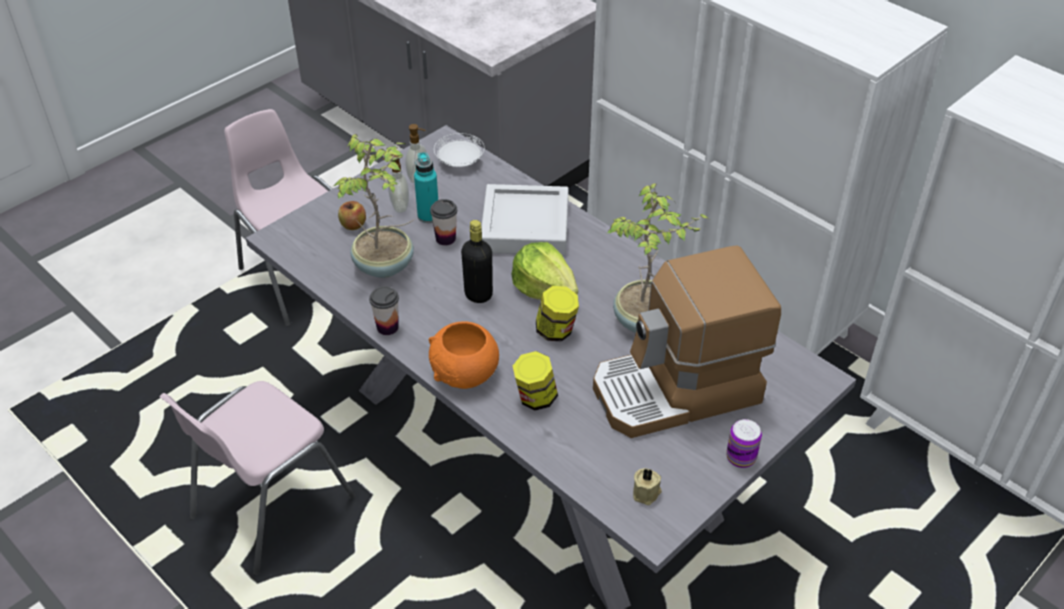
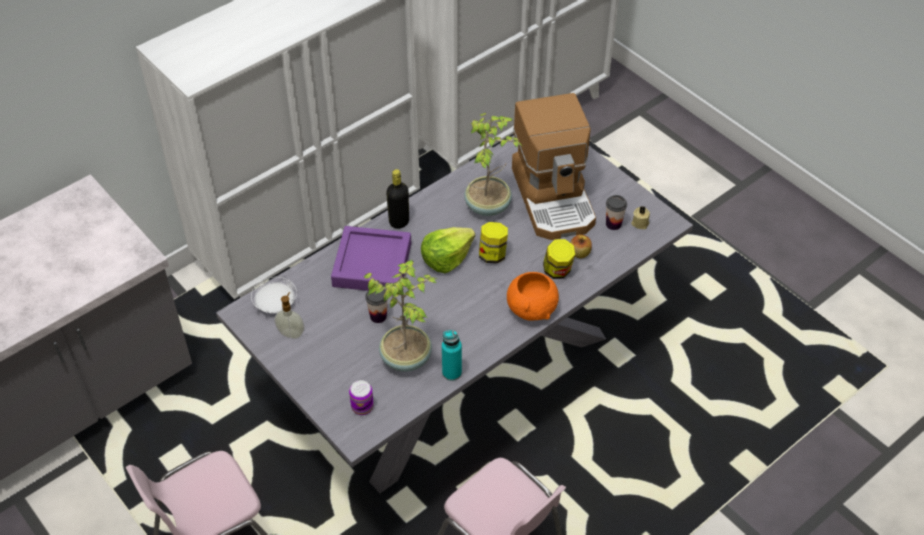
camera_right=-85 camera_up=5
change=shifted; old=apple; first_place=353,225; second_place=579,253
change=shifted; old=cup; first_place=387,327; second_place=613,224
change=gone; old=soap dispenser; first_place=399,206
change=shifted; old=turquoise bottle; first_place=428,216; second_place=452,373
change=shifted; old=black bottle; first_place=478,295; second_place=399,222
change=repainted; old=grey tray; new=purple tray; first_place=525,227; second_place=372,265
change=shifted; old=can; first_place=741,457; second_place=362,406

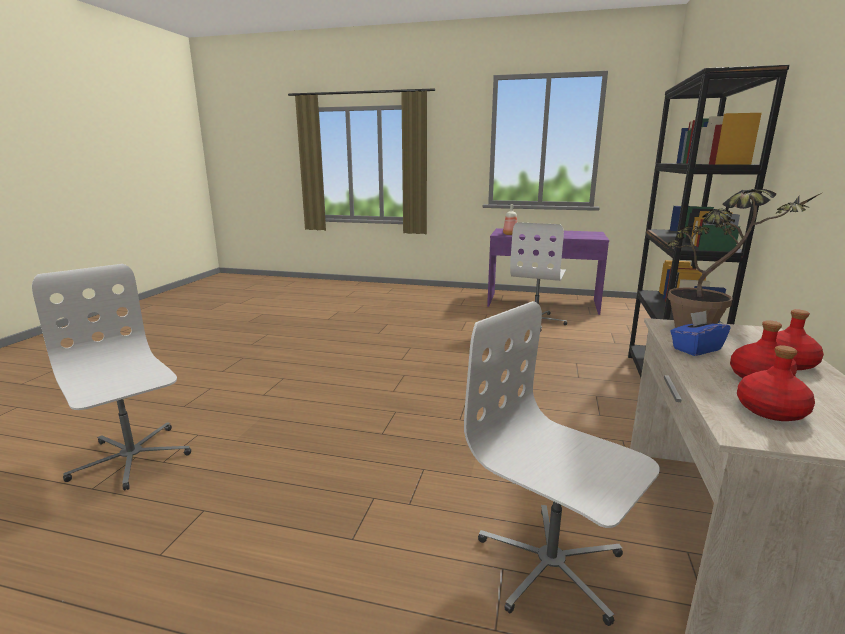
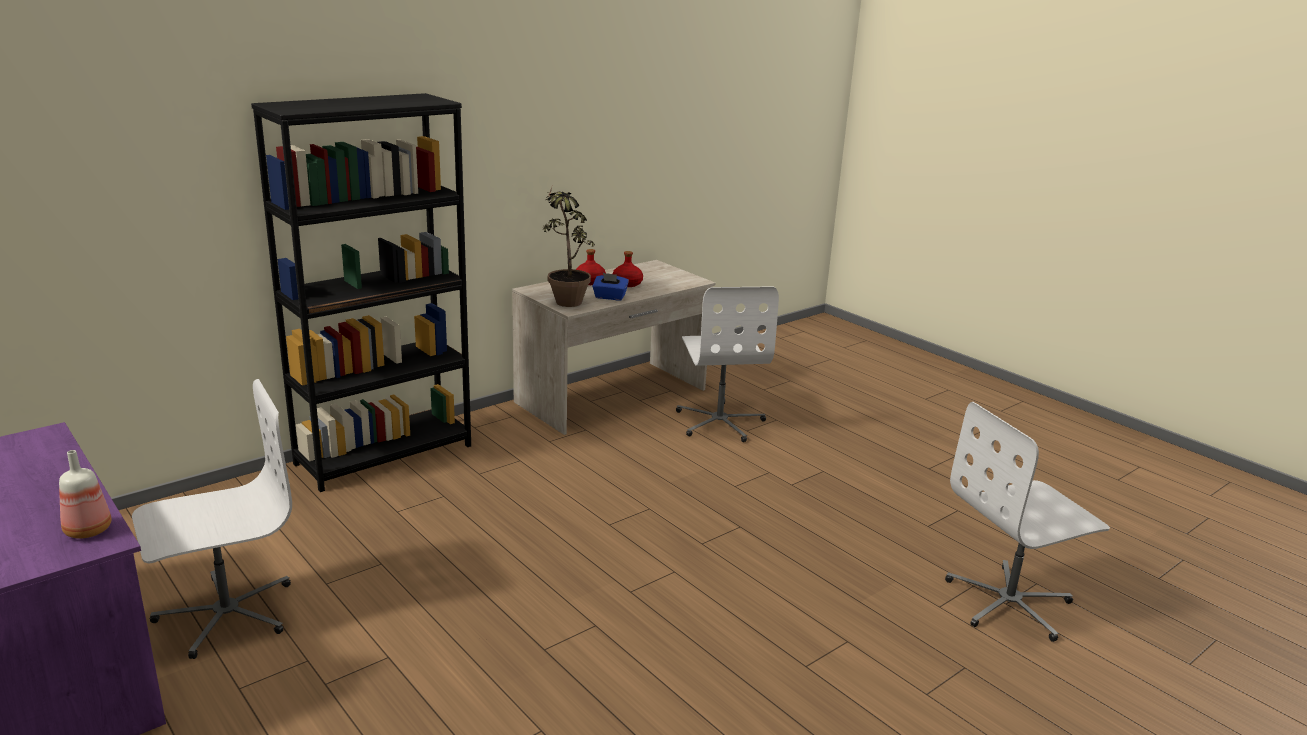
camera_right=-145 camera_up=5
change=rotated; old=white office chair; first_place=131,458; second_place=1010,603; degrees=75
change=gone; old=red bottle; first_place=771,410

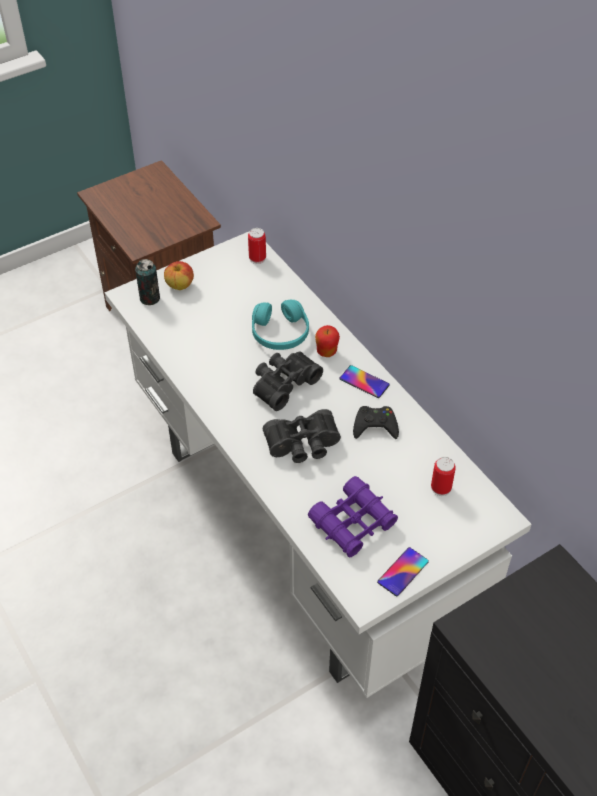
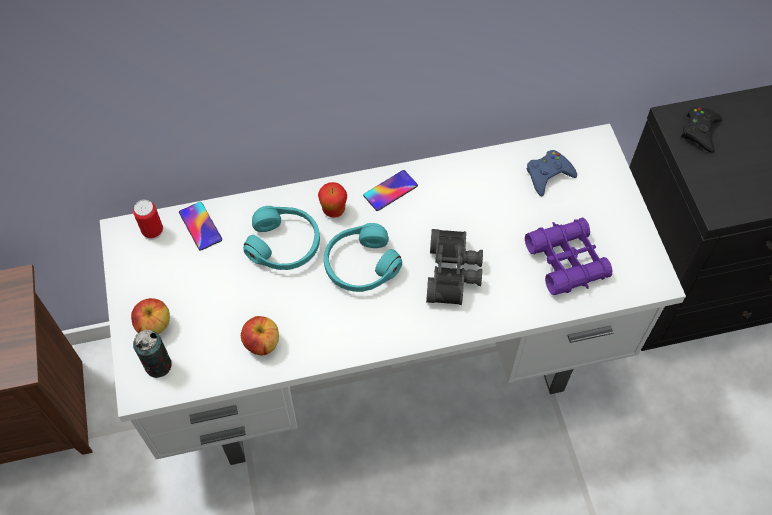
camera_right=-70 camera_up=10
change=swapped; old=black binoculars; new=turquoise headphones; first_place=283,383; second_place=361,265
change=shifted; old=black game controller; first_place=375,426; second_place=700,131
change=shifted; old=phone; first_place=403,572; second_place=200,226
change=swapped; old=can; new=blue game controller; first_place=441,488; second_place=548,175
change=new; new=apple; second_place=262,343

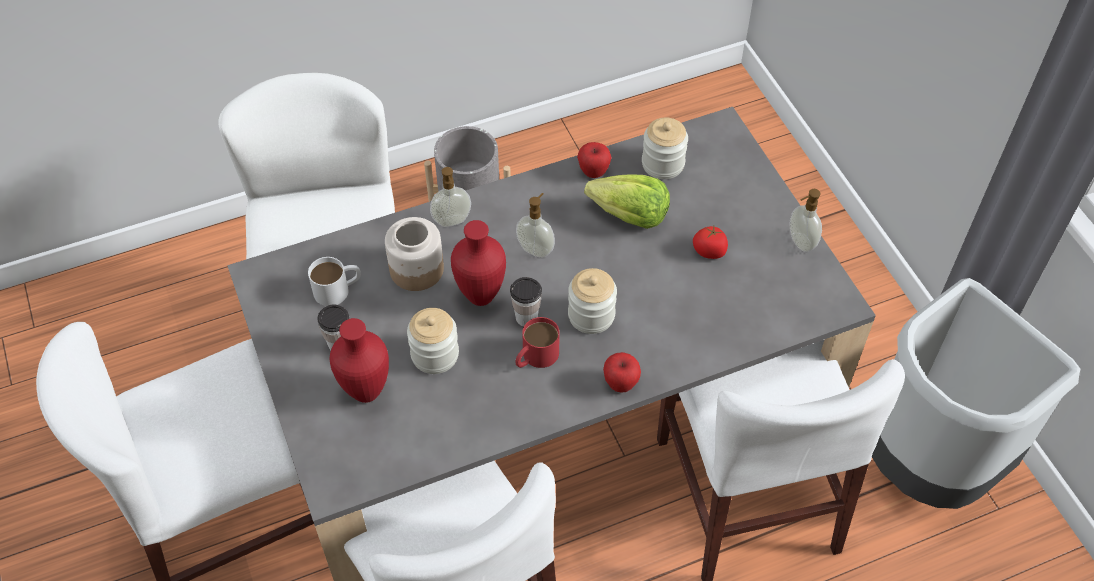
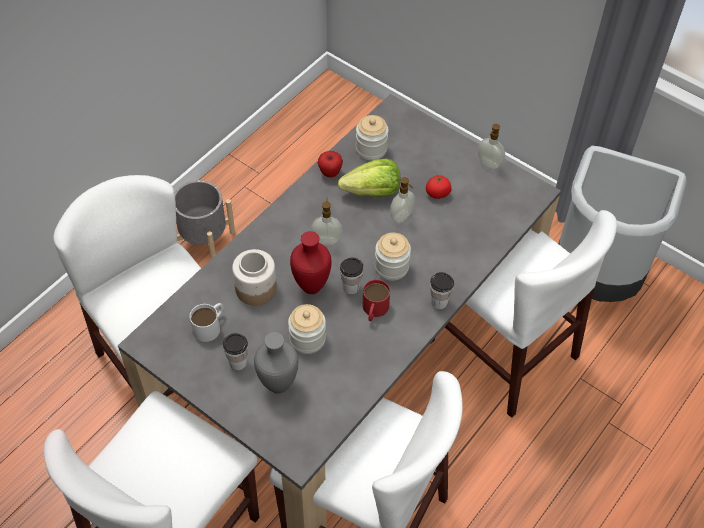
camera_right=-30 camera_up=0
change=repainted; old=red vase; new=grey vase; first_place=367,390; second_place=278,383
change=shifted; old=soap dispenser; first_place=452,221; second_place=402,217
change=swapped; old=apple; new=cup; first_place=620,383; second_place=439,302

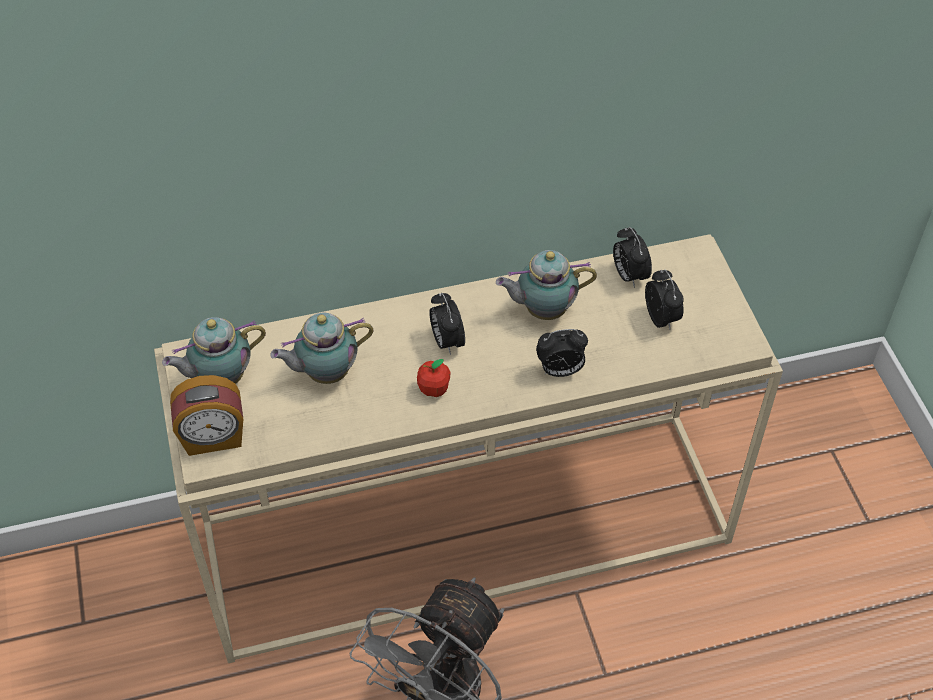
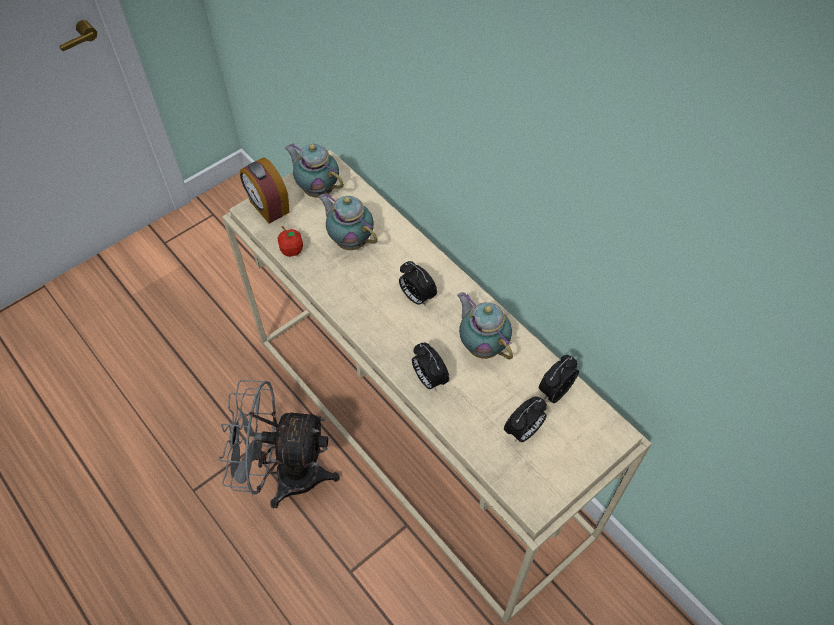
camera_right=65 camera_up=5
change=shifted; old=apple; first_place=434,389; second_place=292,251
change=rotated; old=alarm clock; first_place=446,341; second_place=416,297; degrees=-90

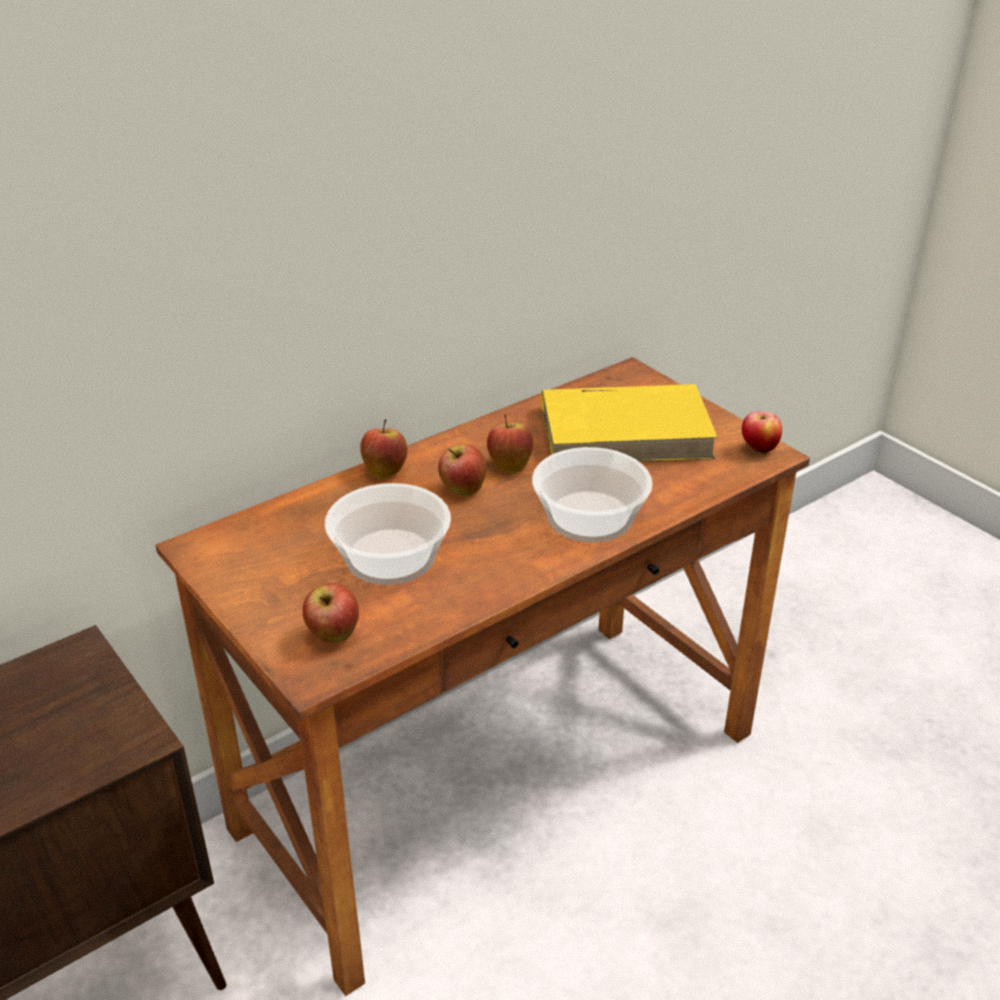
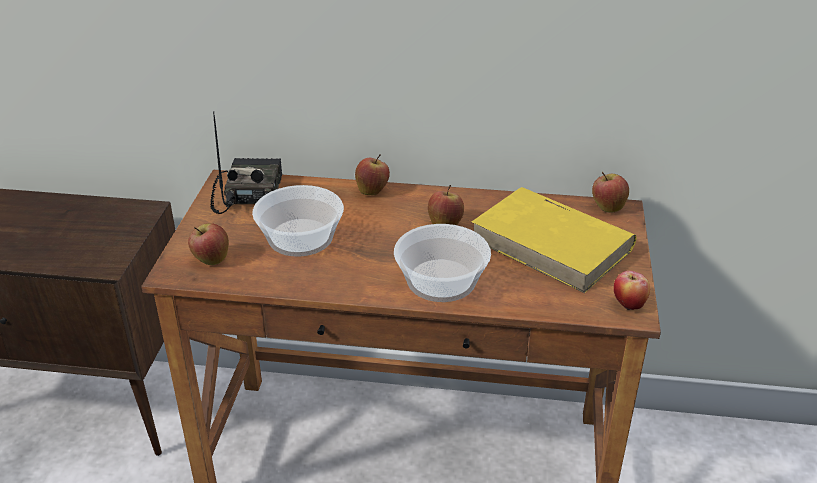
camera_right=45 camera_up=0
change=shifted; old=apple; first_place=462,490; second_place=607,208
change=new; new=radio; second_place=248,193

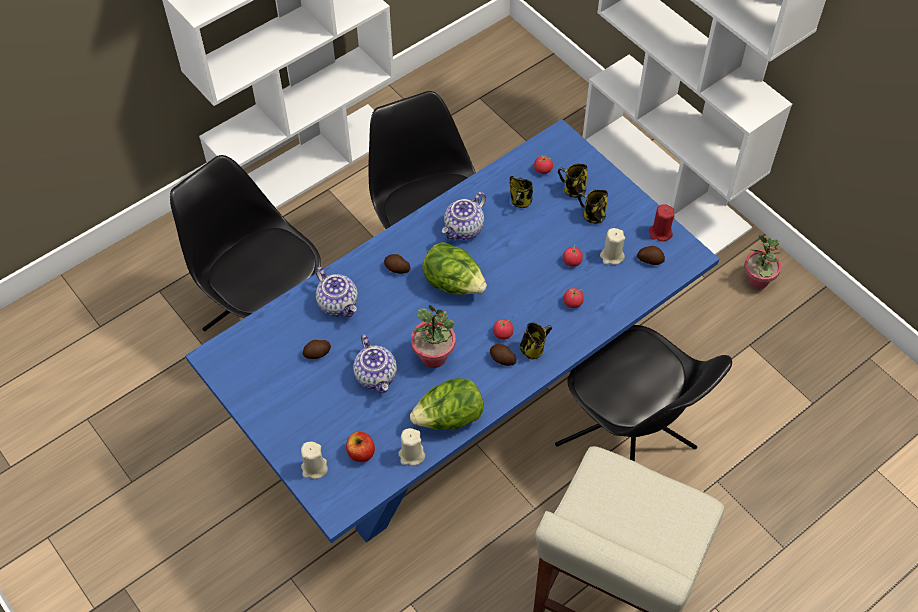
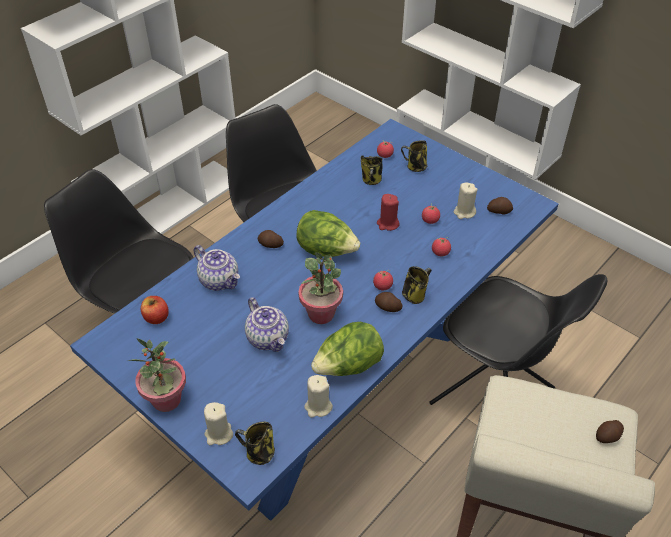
camera_right=-10 camera_up=-10
change=shifted; old=potato; first_place=317,353; second_place=608,436
change=shifted; old=apple; first_place=361,453; second_place=156,317
change=gone; old=teapot; first_place=464,229
change=shifted; old=mug; first_place=592,215; second_place=258,453
change=shifted; old=red candle; first_place=660,232; second_place=388,224
change=shifted; old=potted plant; first_place=757,281; second_place=166,400

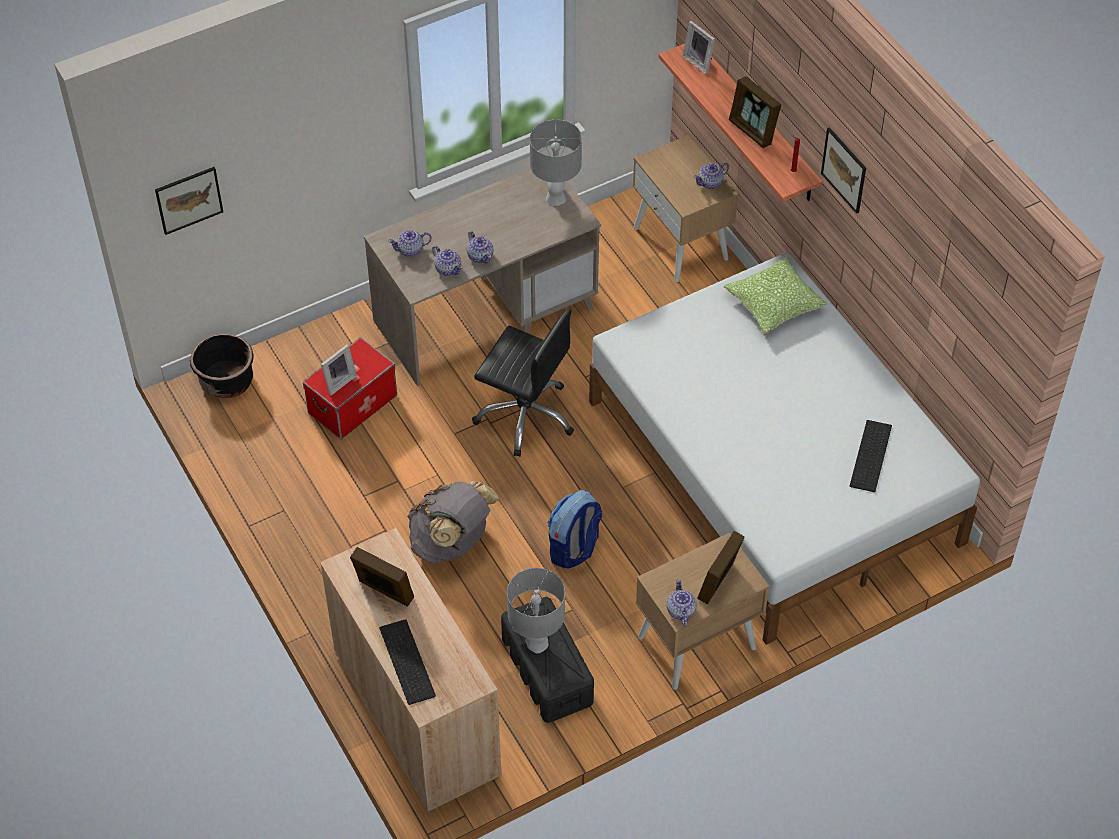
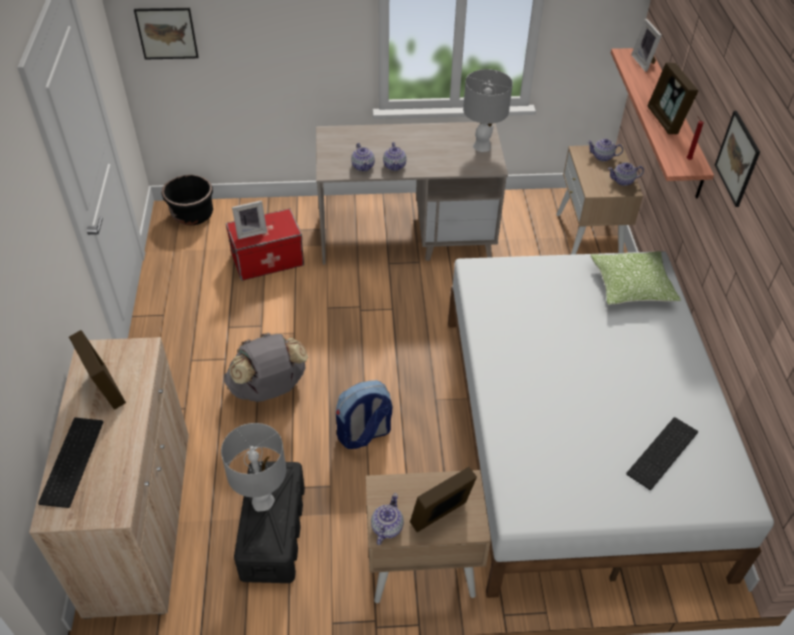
camera_right=25 camera_up=-5
change=shifted; old=teapot; first_place=411,250; second_place=602,157
change=gone; old=black office chair; first_place=525,415

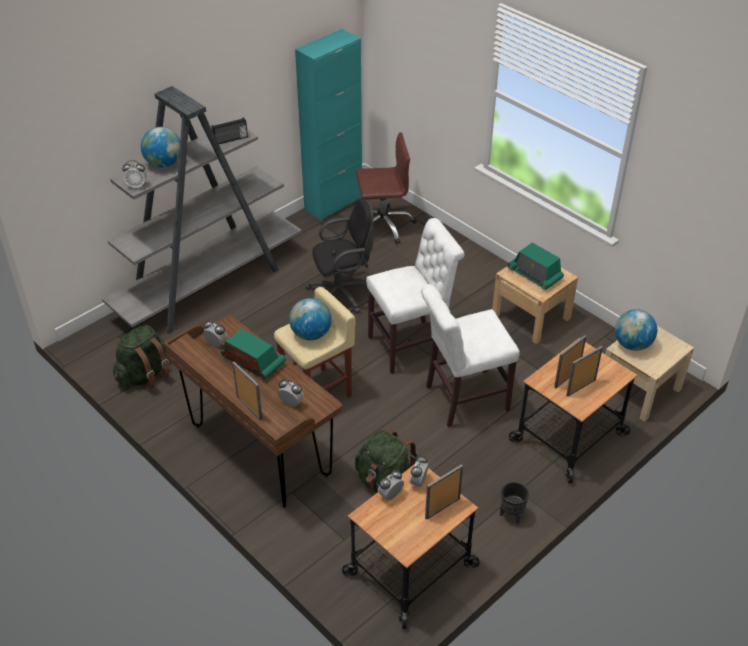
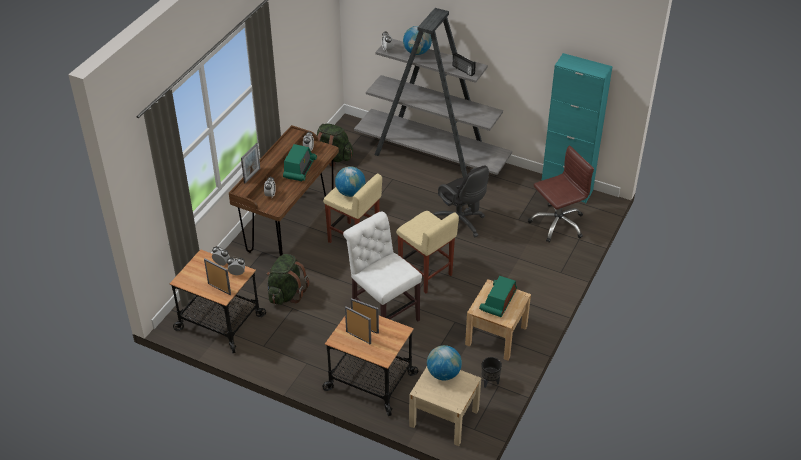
camera_right=70 camera_up=0
change=rotated; old=brown office chair; first_place=382,225; second_place=557,224; degrees=-90
change=swapped; old=white chair; new=beige stool; first_place=412,345; second_place=425,274
change=shifted; old=black planter; first_place=511,515; second_place=489,382

